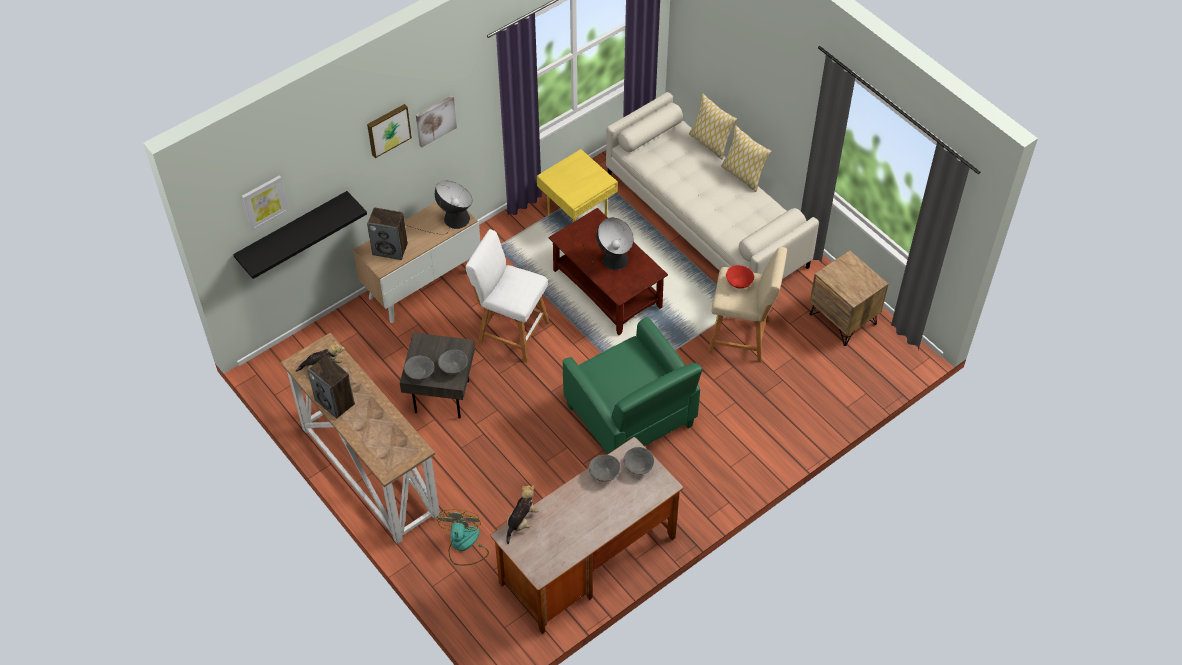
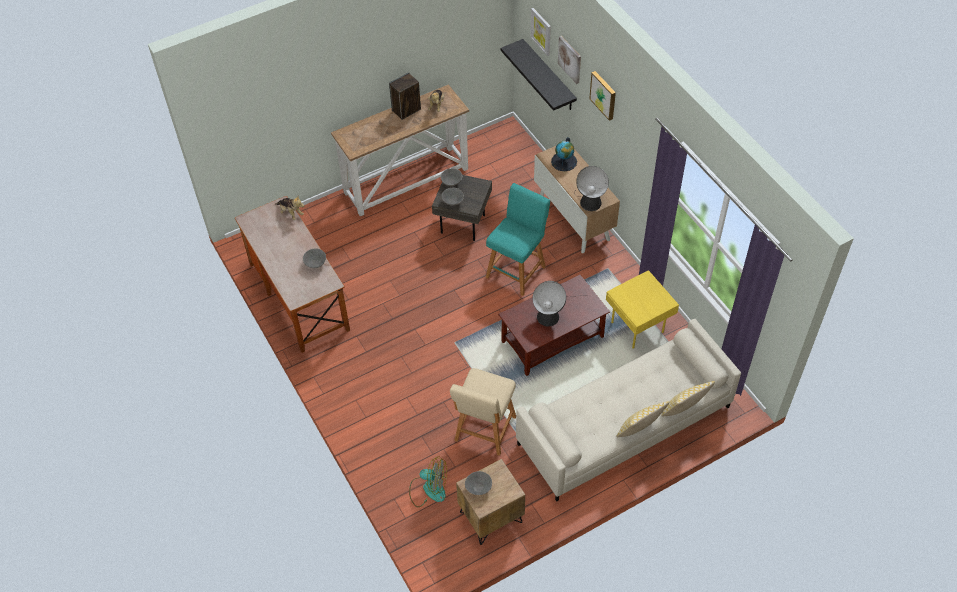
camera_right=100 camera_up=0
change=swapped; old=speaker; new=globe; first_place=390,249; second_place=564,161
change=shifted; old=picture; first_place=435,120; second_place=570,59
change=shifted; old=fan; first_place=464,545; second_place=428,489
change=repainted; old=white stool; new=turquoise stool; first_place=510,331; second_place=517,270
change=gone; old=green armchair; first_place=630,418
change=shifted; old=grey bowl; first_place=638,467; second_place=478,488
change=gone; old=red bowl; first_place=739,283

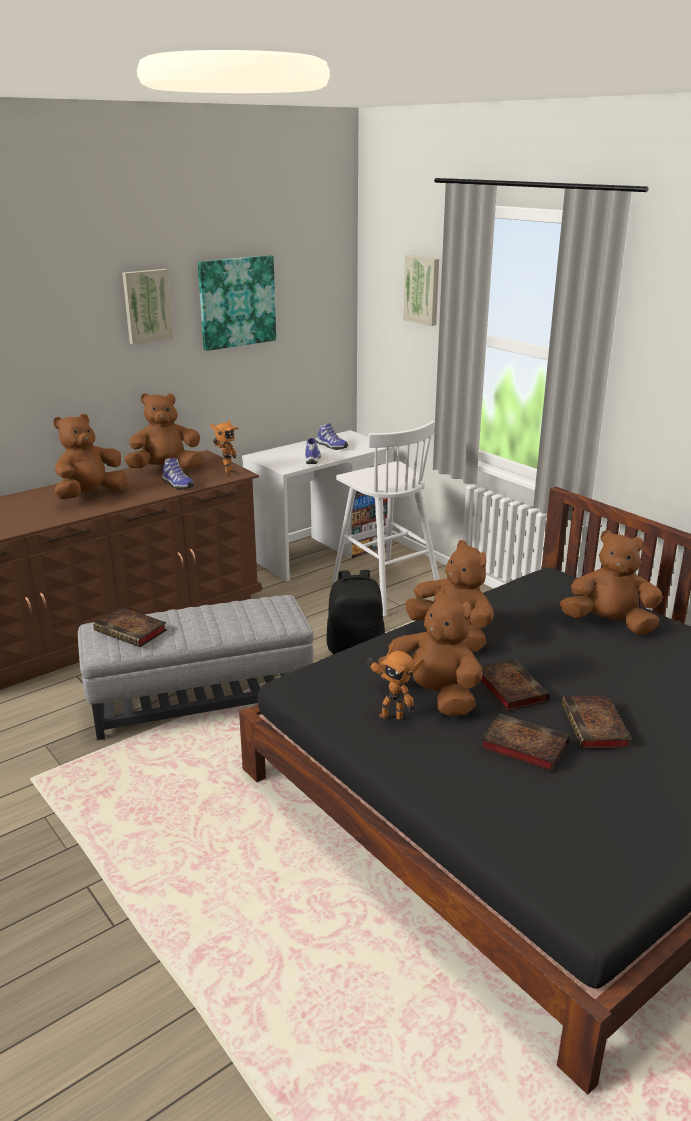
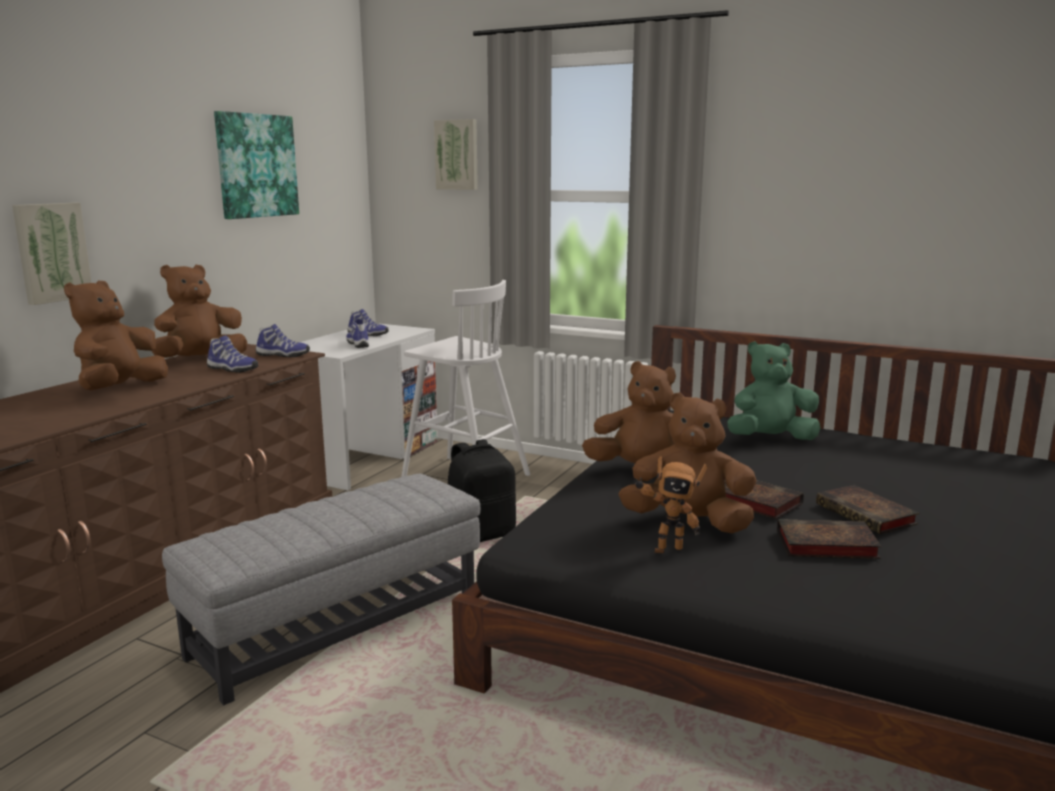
camera_right=-25 camera_up=-10
change=gone; old=book; first_place=132,631
change=shifted; old=picture; first_place=147,306; second_place=51,252
change=swapped; old=toy robot; new=shoe; first_place=225,473; second_place=282,355
change=repainted; old=brown plush toy; new=green plush toy; first_place=609,624; second_place=770,439

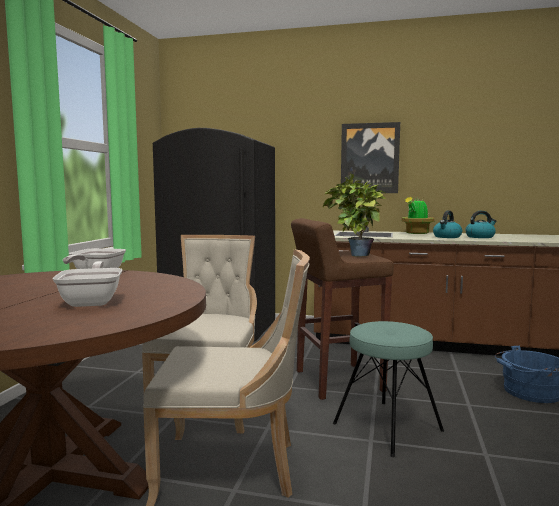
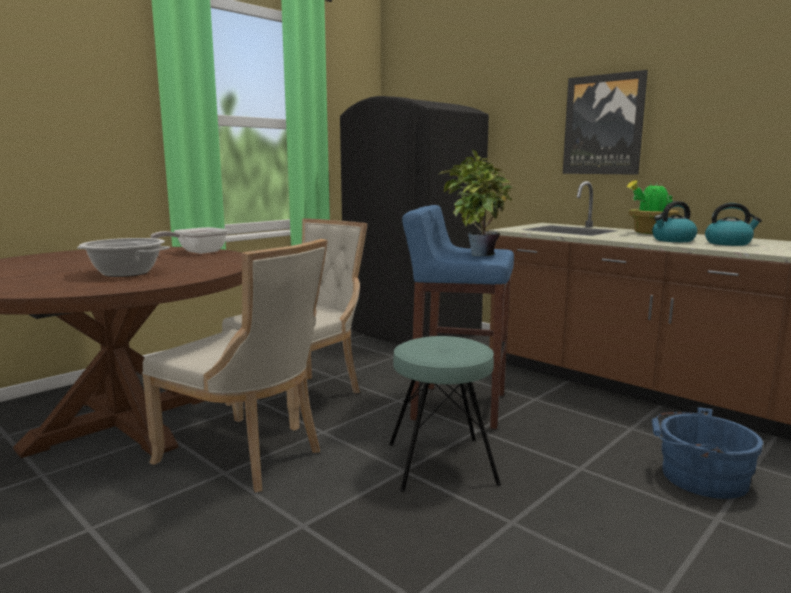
camera_right=30 camera_up=5
change=swapped; old=frying pan; new=cooking pot; first_place=93,301; second_place=126,273
change=repainted; old=brown stool; new=blue stool; first_place=337,381; second_place=457,406

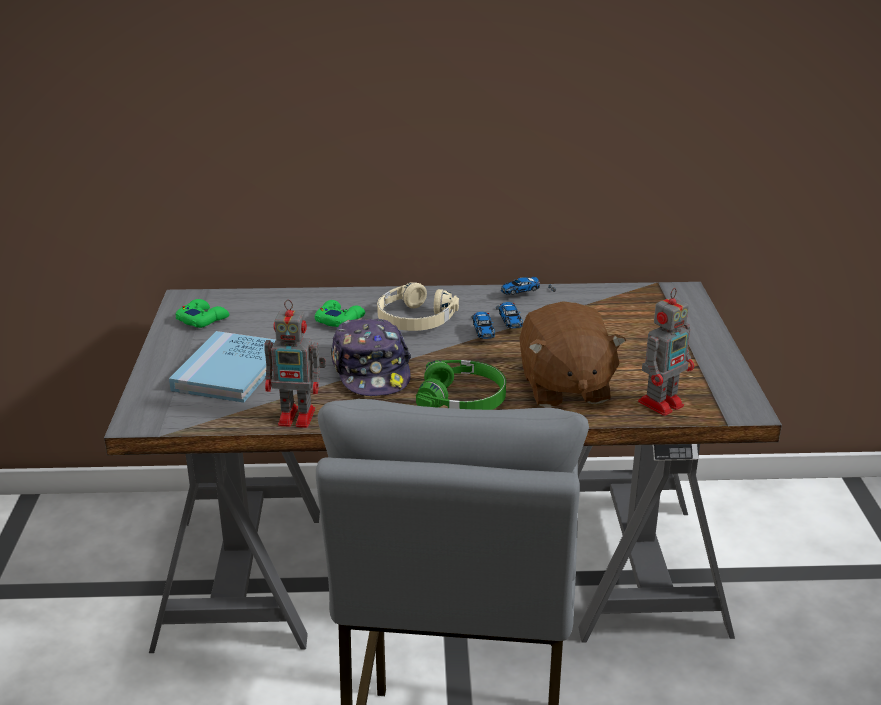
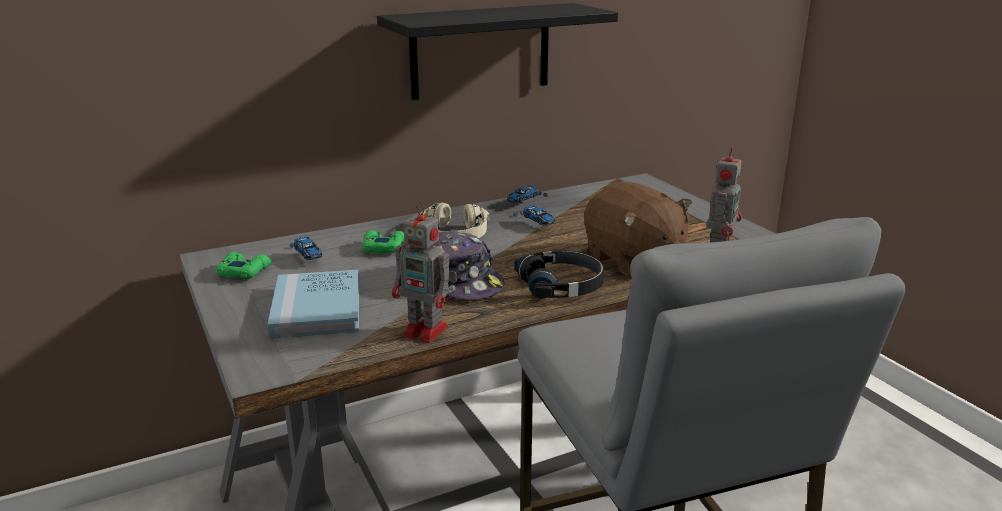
camera_right=-25 camera_up=-5
change=rotated; old=toy robot; first_place=299,417; second_place=427,331; degrees=45
change=repainted; old=green headphones; new=black headphones; first_place=463,399; second_place=561,285
change=shifted; old=toy car; first_place=482,331; second_place=305,255
change=new; new=black shelf; second_place=480,51

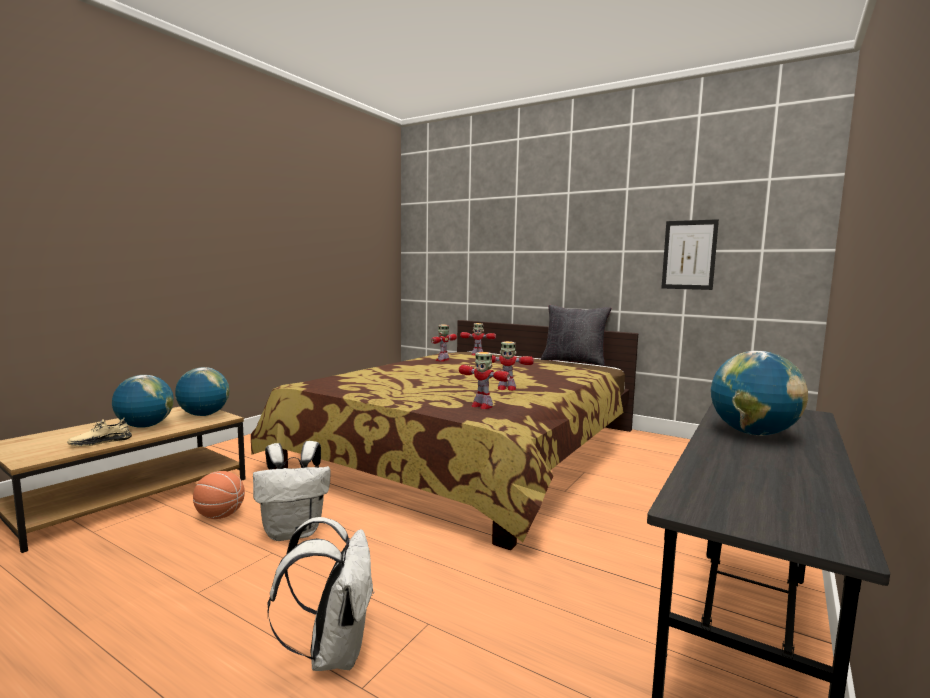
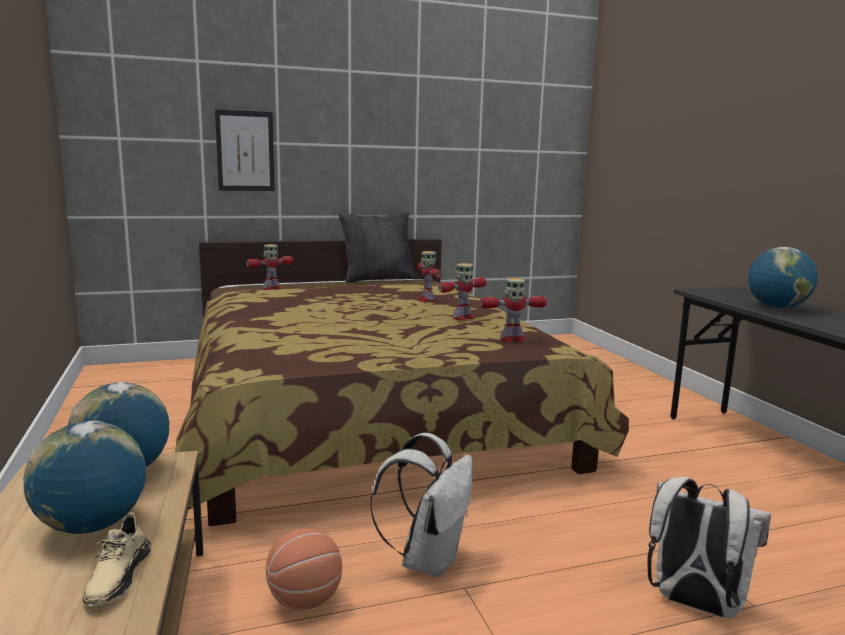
camera_right=-50 camera_up=5
change=shifted; old=toy robot; first_place=442,360; second_place=426,300
change=shifted; old=picture; first_place=689,255; second_place=245,151

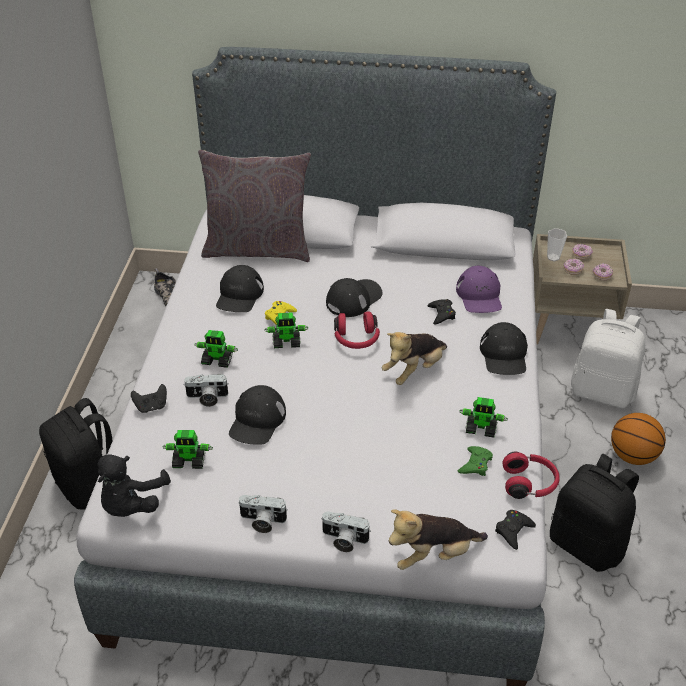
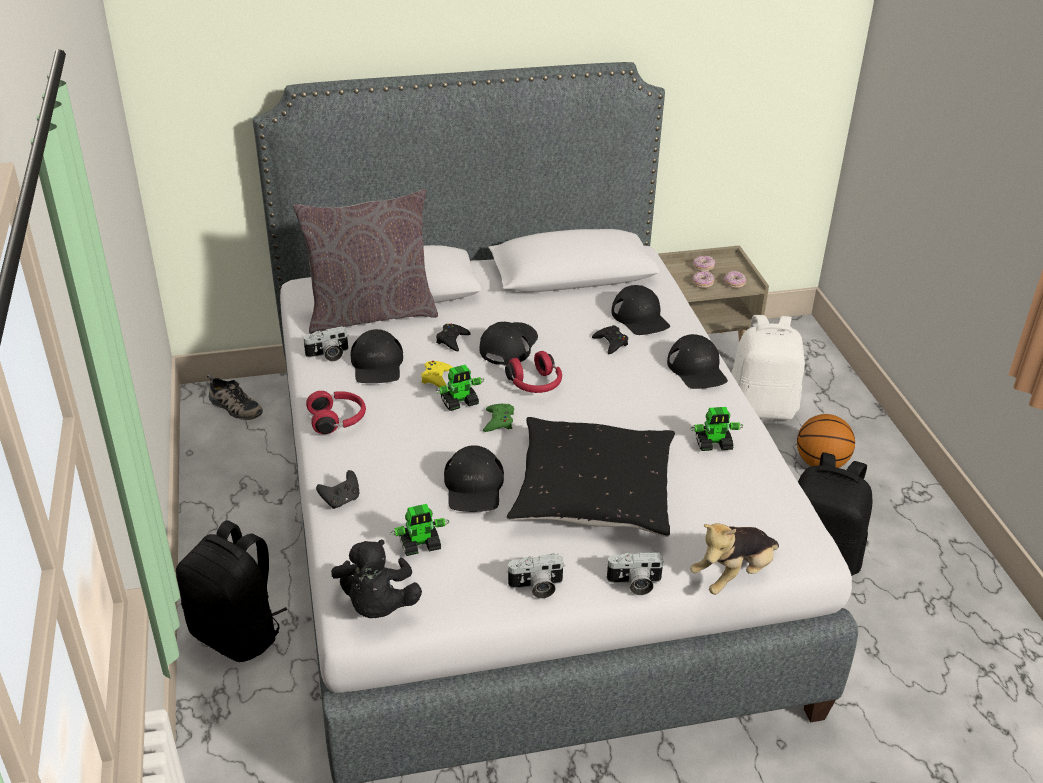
camera_right=-20 camera_up=-5
change=shifted; old=photo camera; first_place=207,398; second_place=328,355
change=gone; old=toy robot; first_place=217,360
change=gone; old=plush toy; first_place=414,370
change=repainted; old=purple cap; new=black cap; first_place=479,296; second_place=640,318
change=shifted; old=green game controller; first_place=475,464; second_place=498,421
change=shifted; old=black game controller; first_place=513,531; second_place=452,340
change=shifted; old=red headphones; first_place=529,483; second_place=338,420
change=gone; old=cup; first_place=553,257
change=new; new=black pillow; second_place=592,491

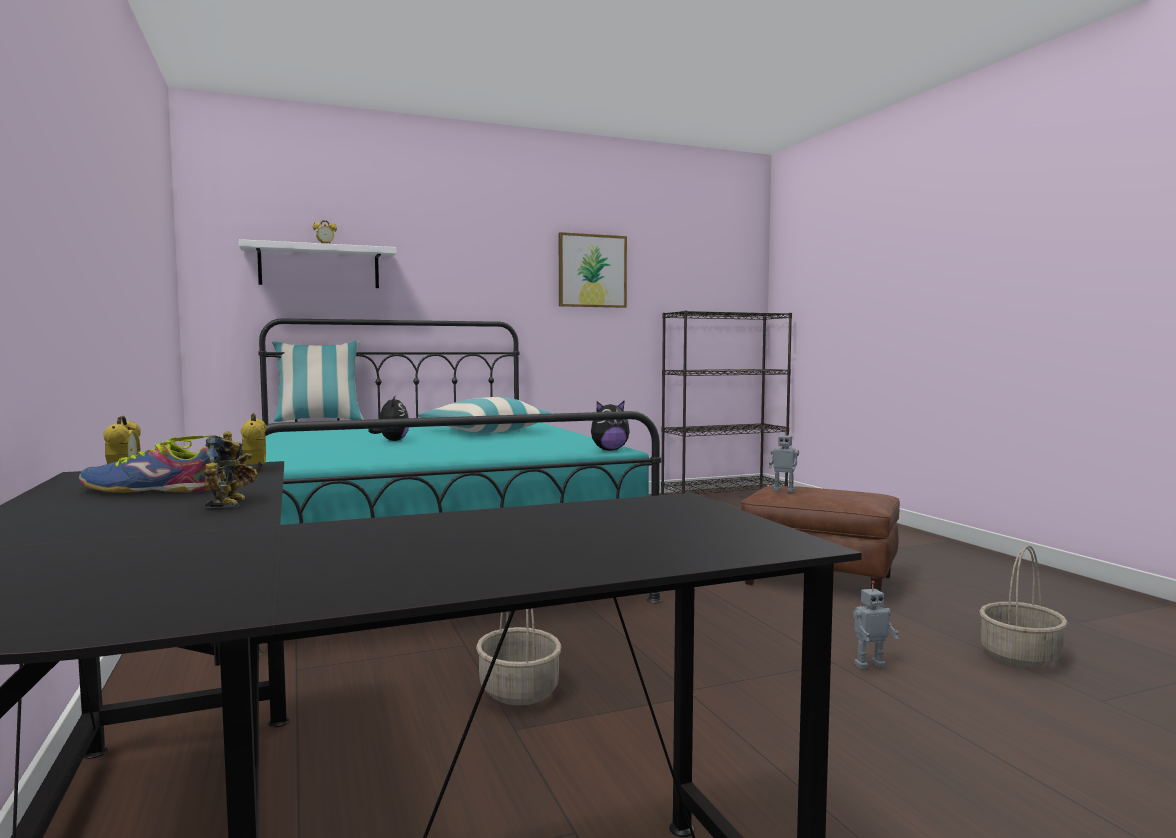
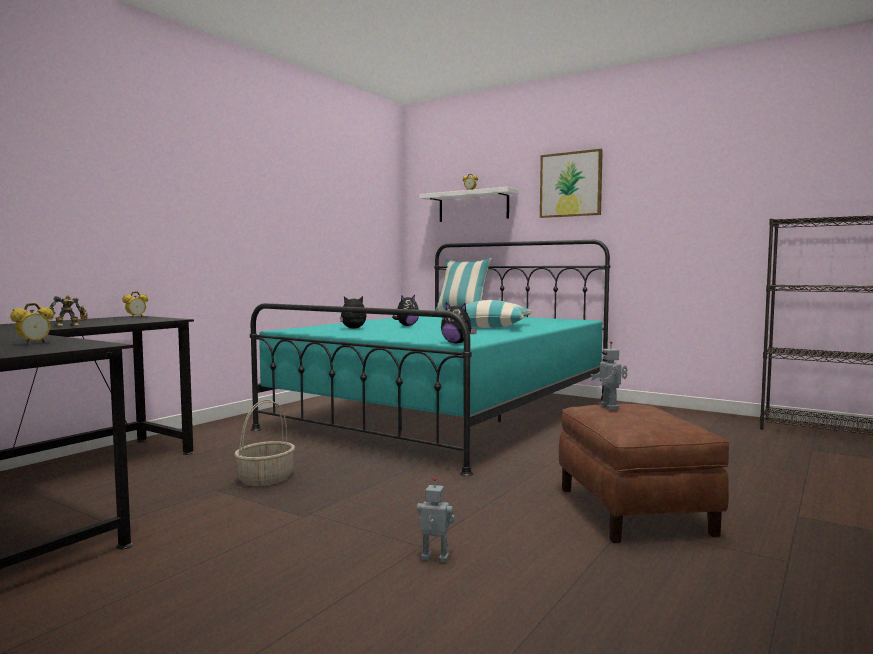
camera_right=55 camera_up=0
change=gone; old=shoe; first_place=151,490
change=shifted; old=alarm clock; first_place=255,468; second_place=34,343
change=shifted; old=picture; first_place=592,271; second_place=570,184
change=rotated; old=toy robot; first_place=869,665; second_place=434,559; degrees=150
change=gone; old=basket; first_place=1020,657
change=new; new=plush toy; second_place=354,328

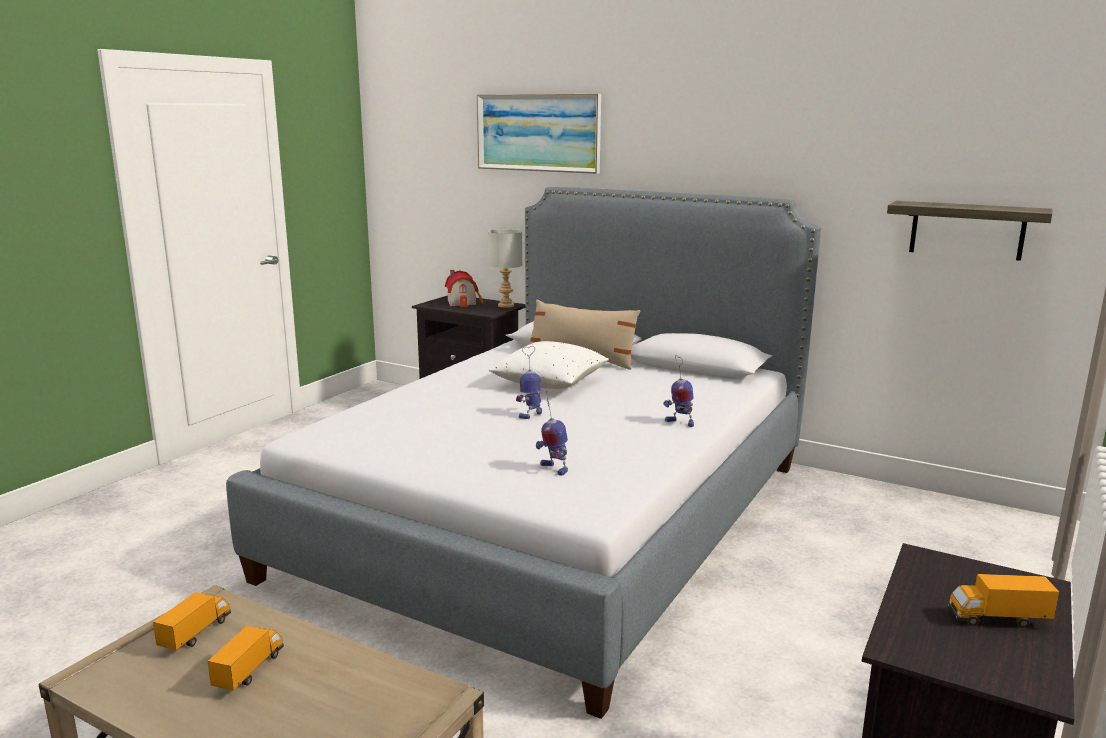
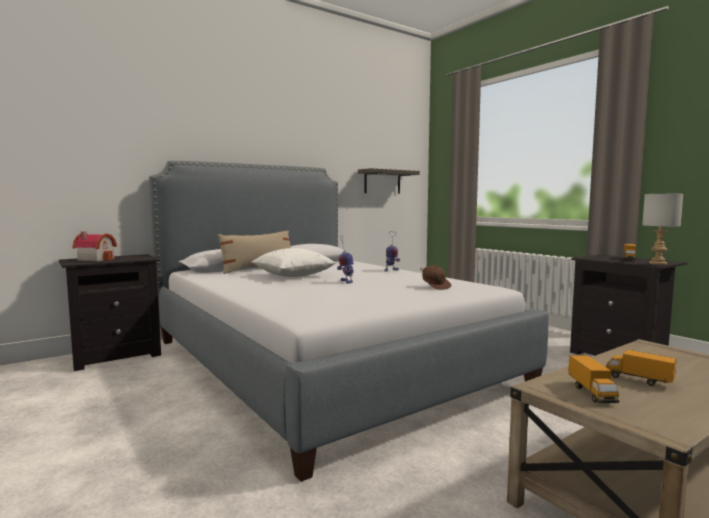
camera_right=-65 camera_up=-10
change=rotated; old=toy truck; first_place=196,634; second_place=591,393; degrees=-135
change=gone; old=picture; first_place=538,132
change=shifted; old=grey table lamp; first_place=505,305; second_place=657,263
change=swapped; old=toy robot; new=brown cap; first_place=553,468; second_place=435,286

